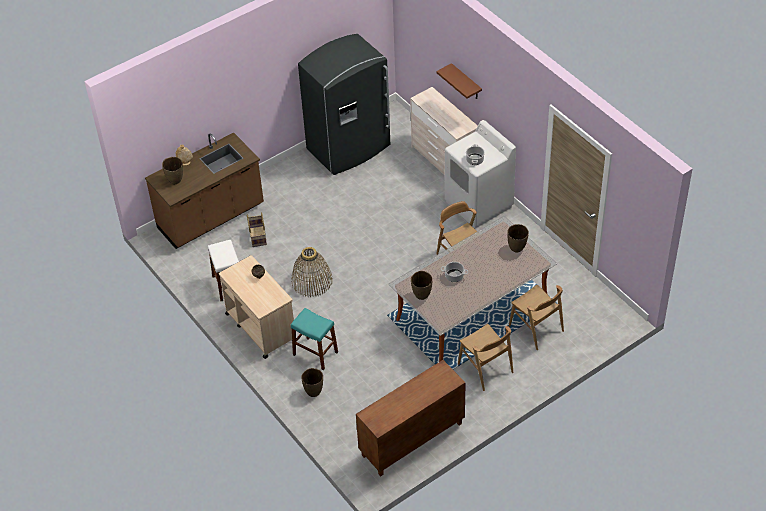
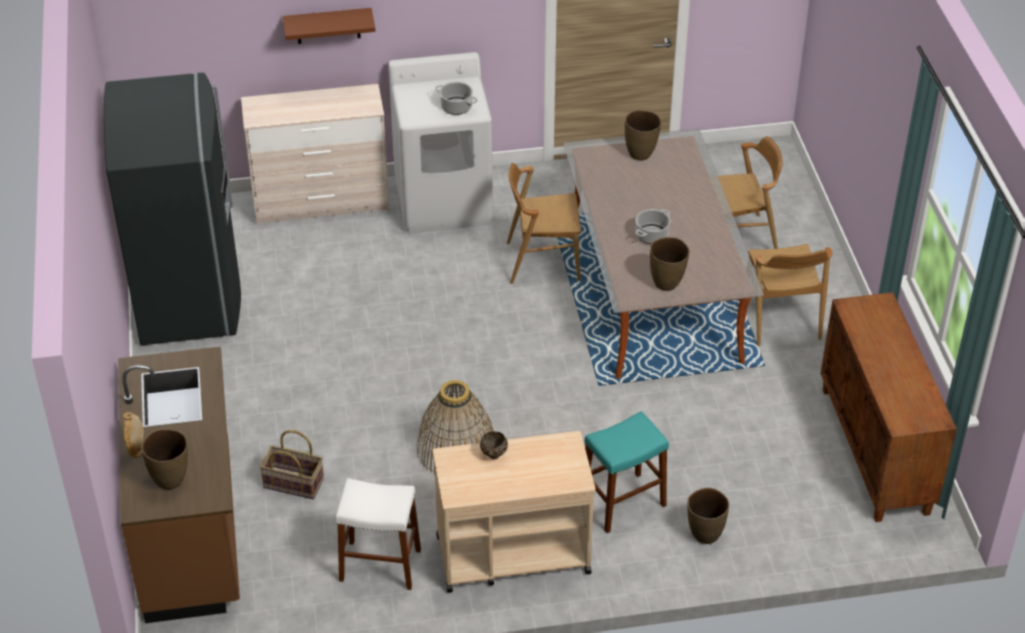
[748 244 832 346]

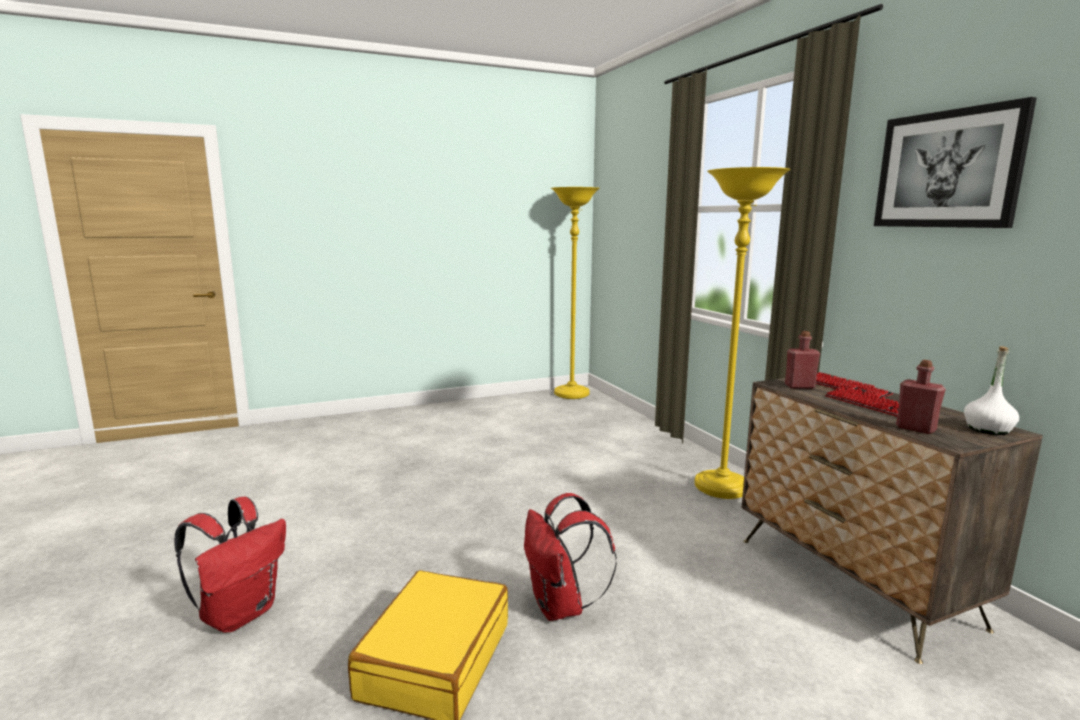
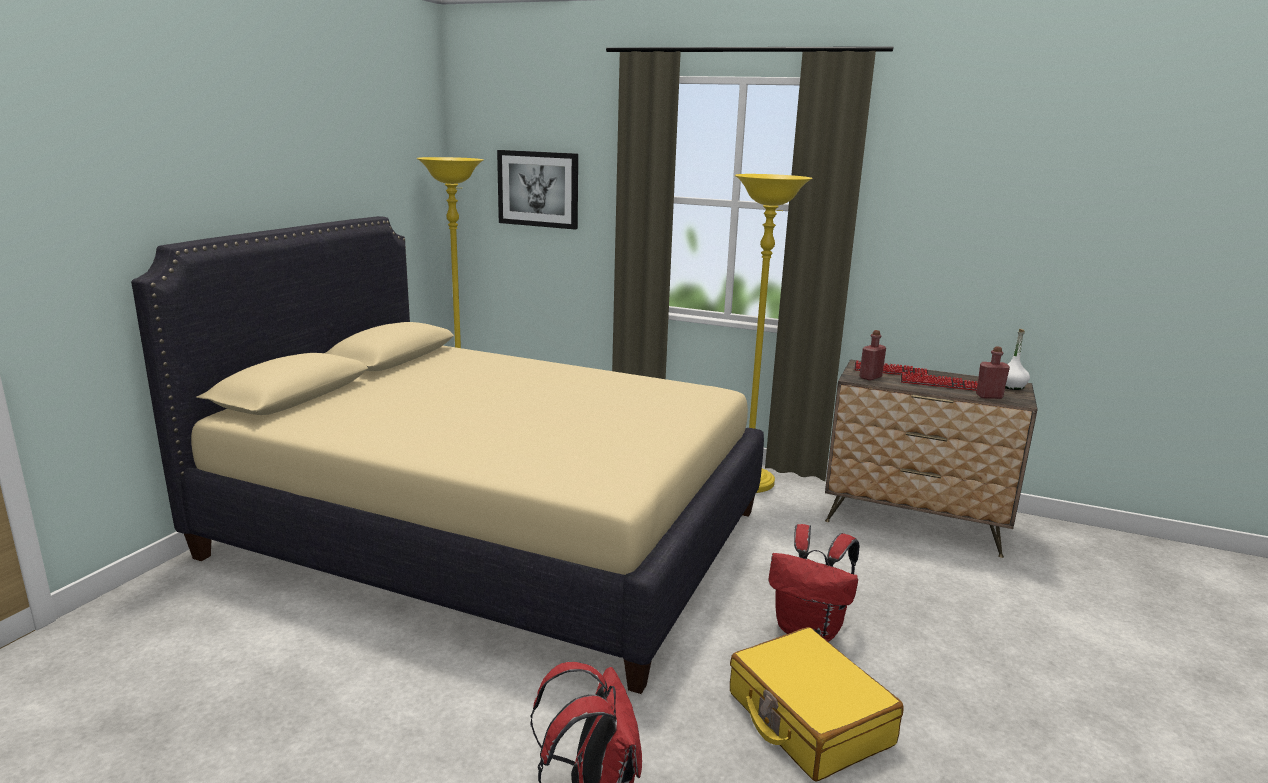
[131 216 764 694]
[497 150 578 230]

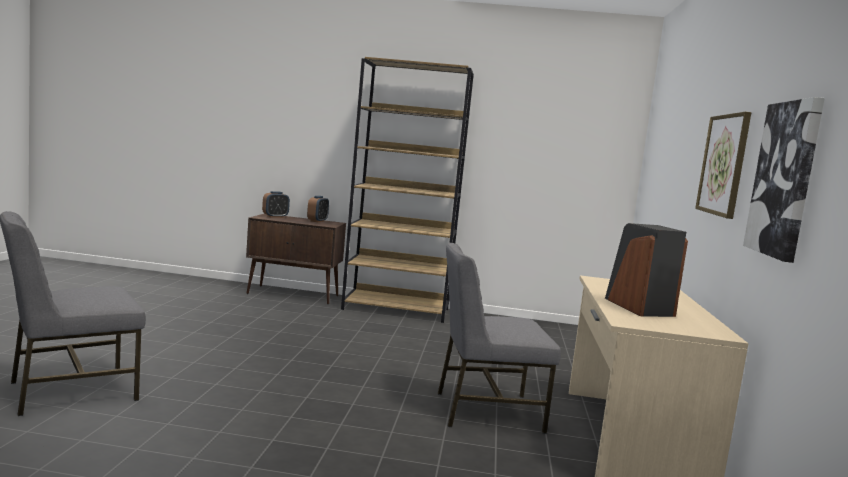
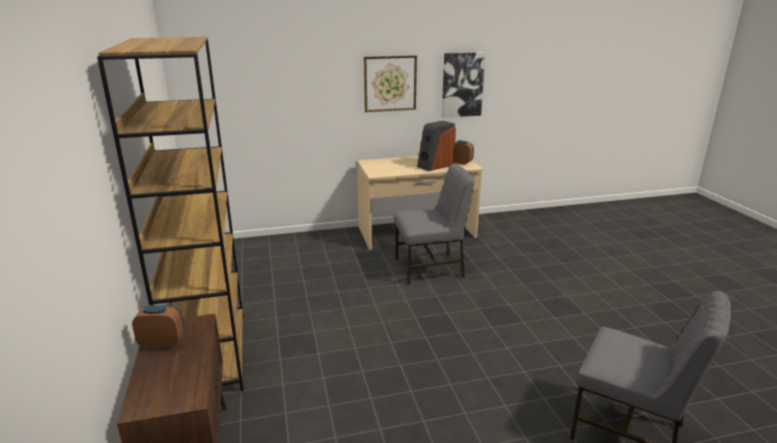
[454 140 474 165]
[394 164 475 285]

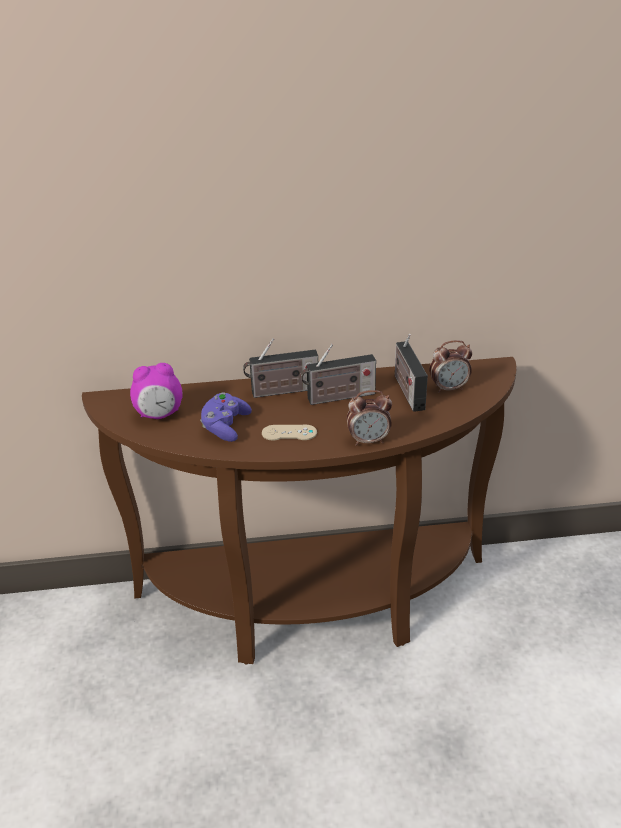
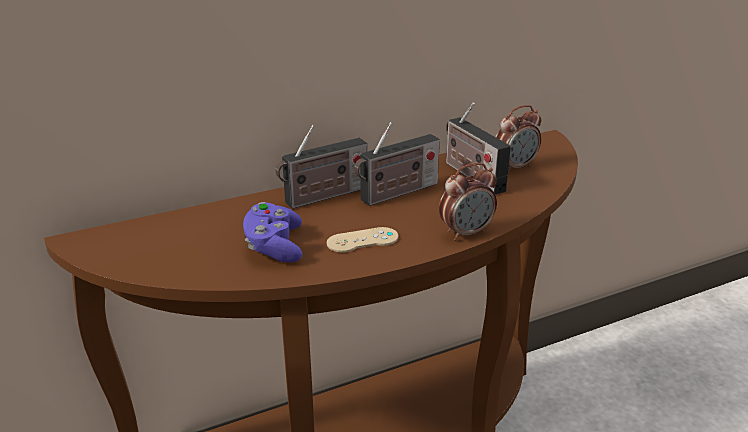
[130 363 183 419] (first image)

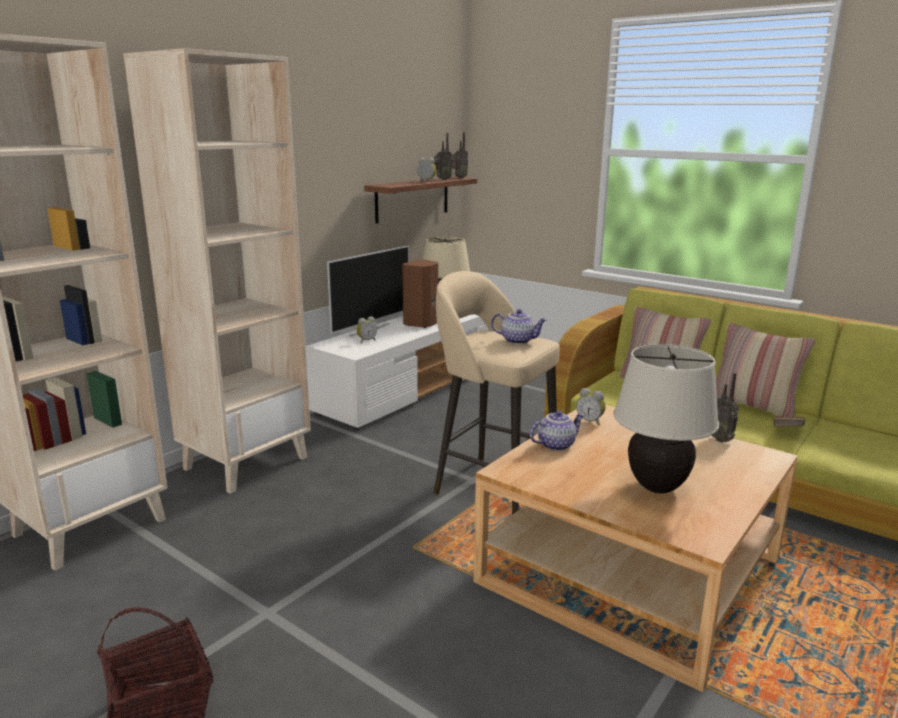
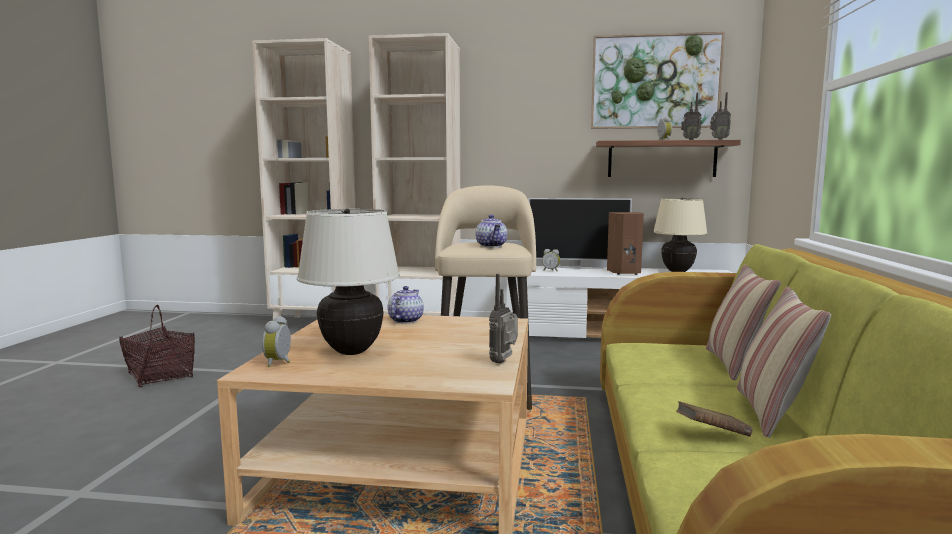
[591 32 725 129]
[262 316 291 367]
[388 286 424 323]

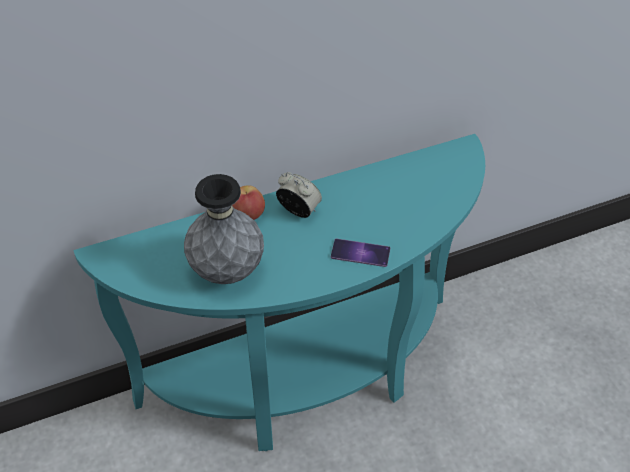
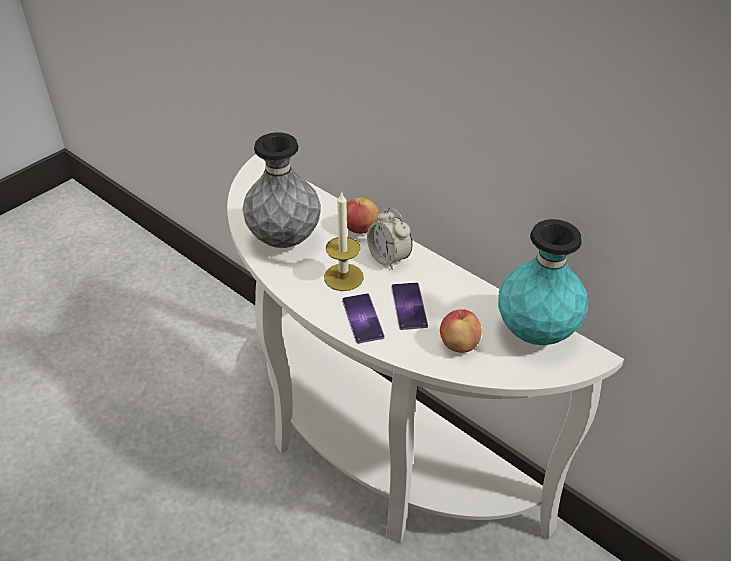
[324 191 364 291]
[391 283 428 330]
[440 309 482 353]
[498 219 588 345]
[227 155 624 543]
[367 207 412 270]

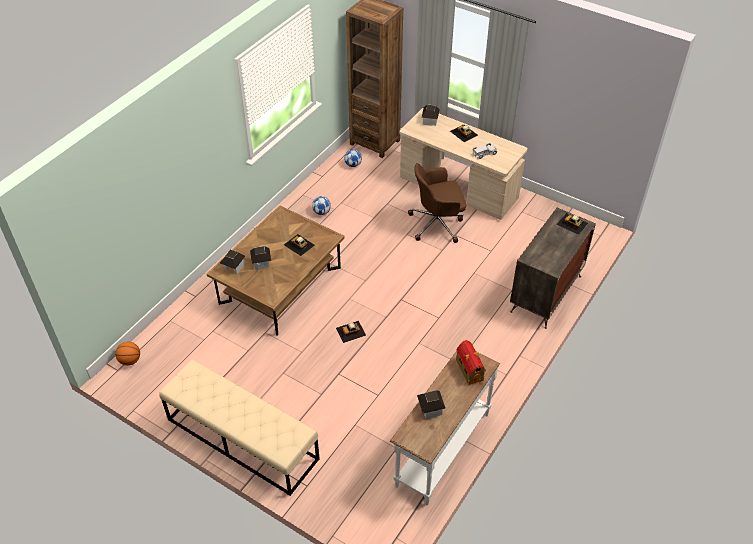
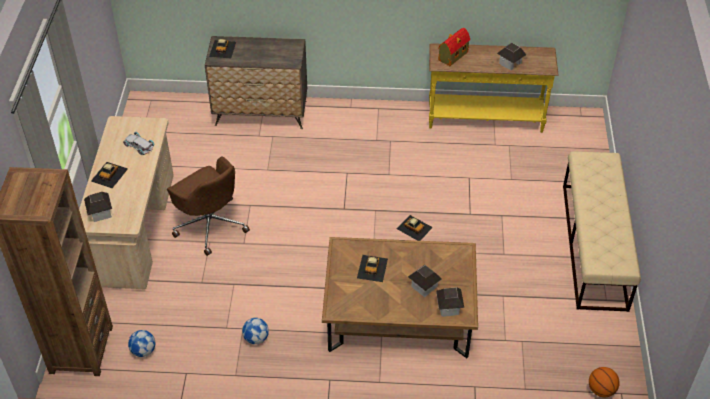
[429 43 559 133]

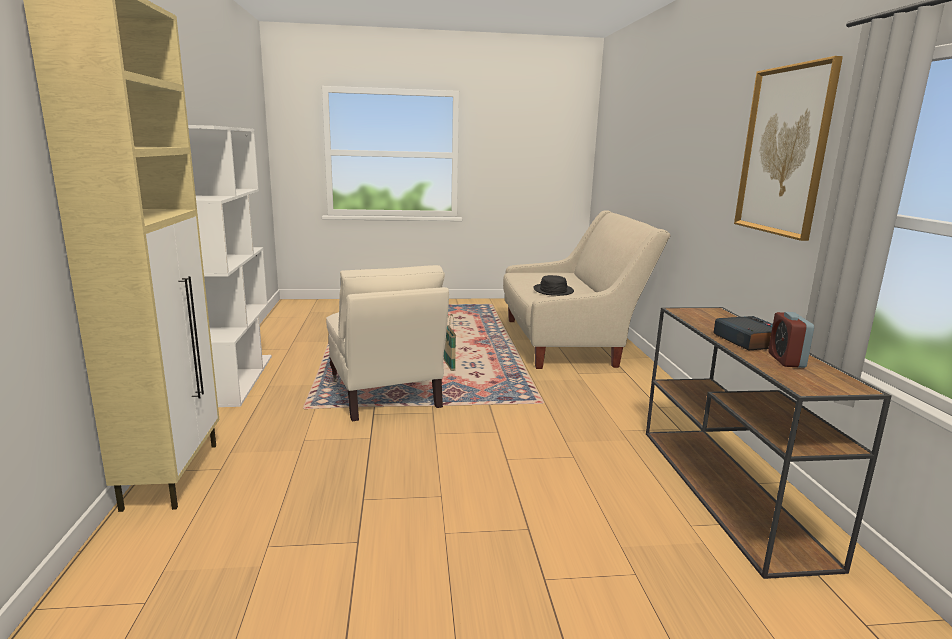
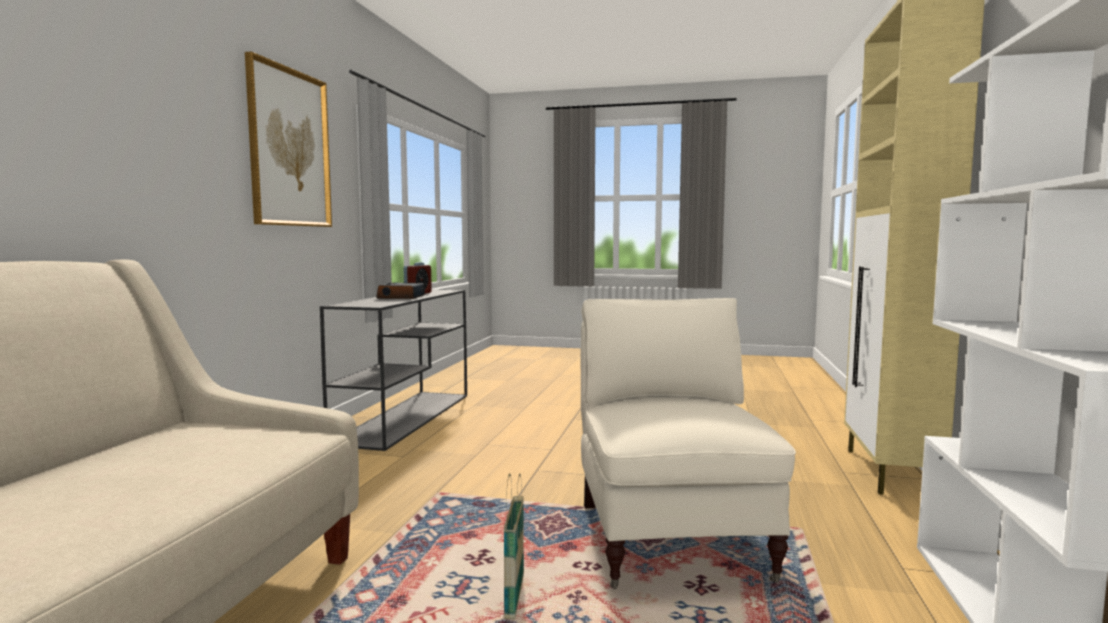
[533 275 574 296] (first image)
[320 289 467 451]

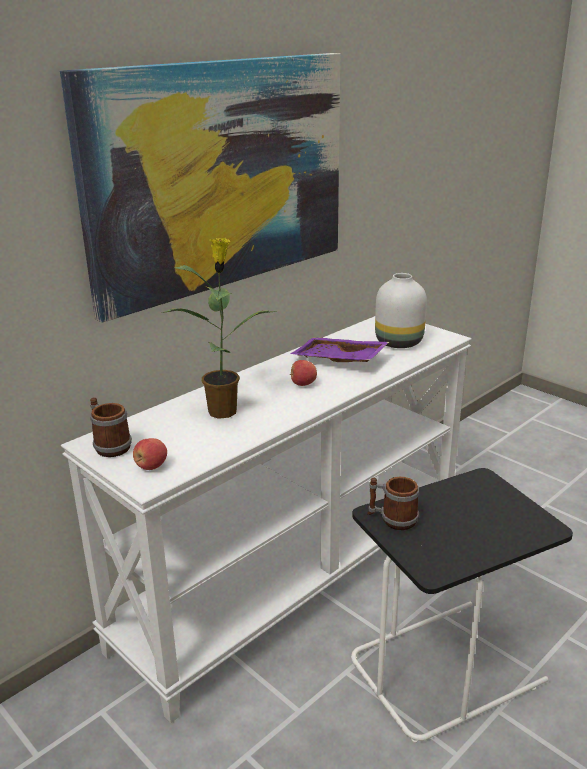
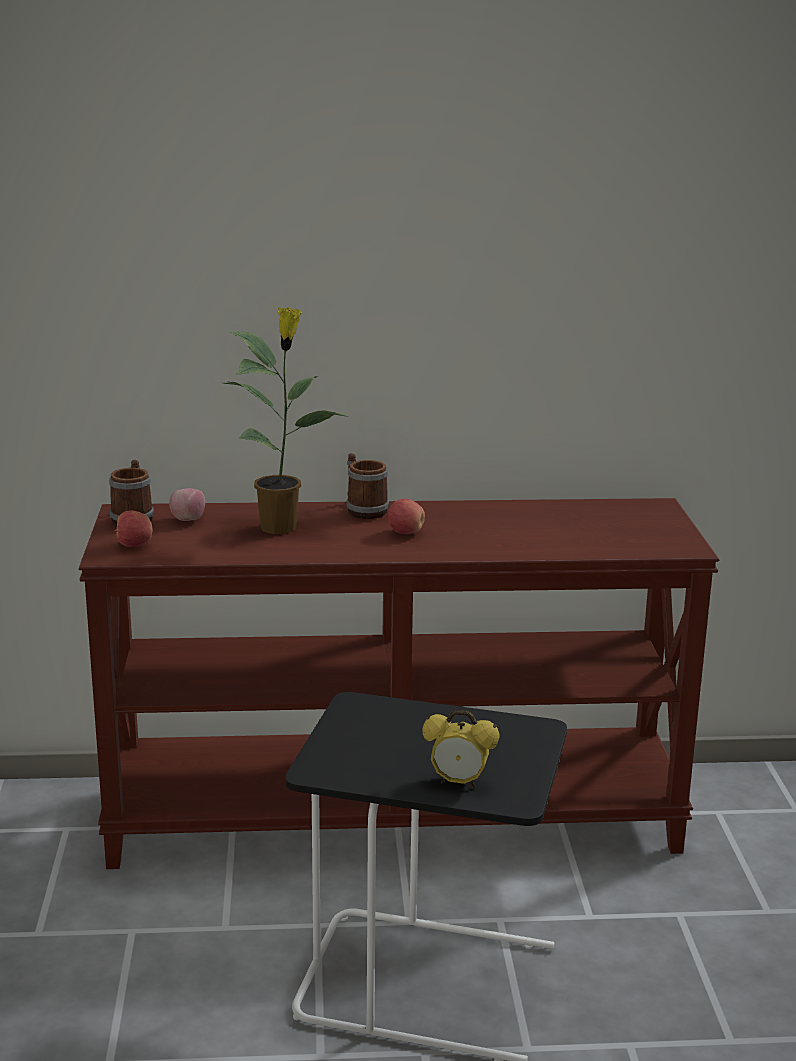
[60 53 340 323] (first image)
[290 338 389 362] (first image)
[375 273 427 348] (first image)
[169 488 205 521]
[422 710 500 788]
[346 453 389 519]
[79 498 719 869]

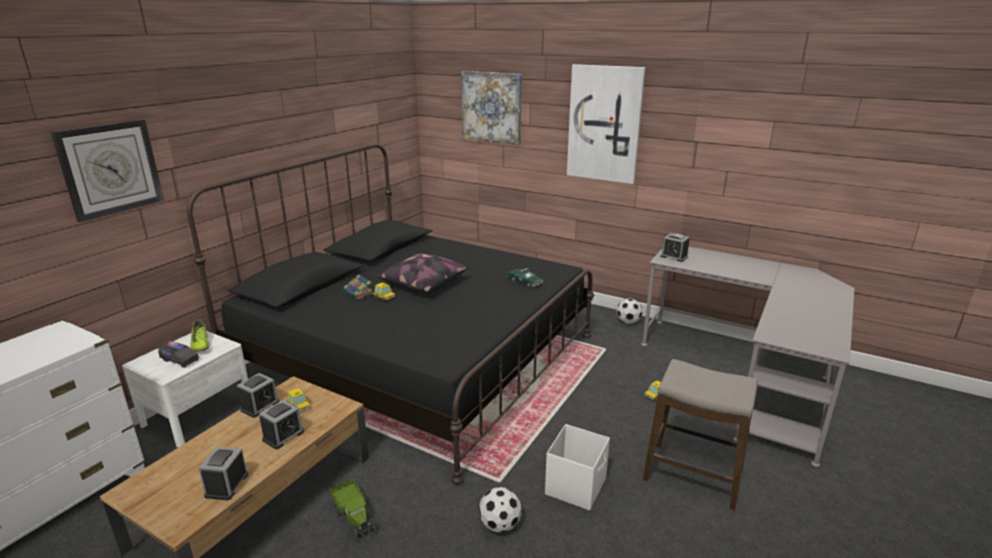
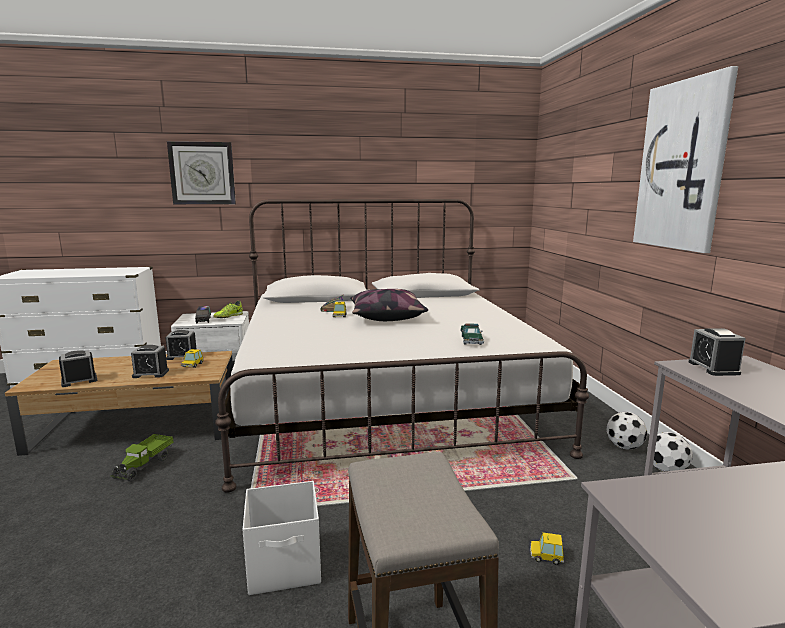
[461 71 522 145] (first image)
[607 412 647 450]
[215 199 589 492]

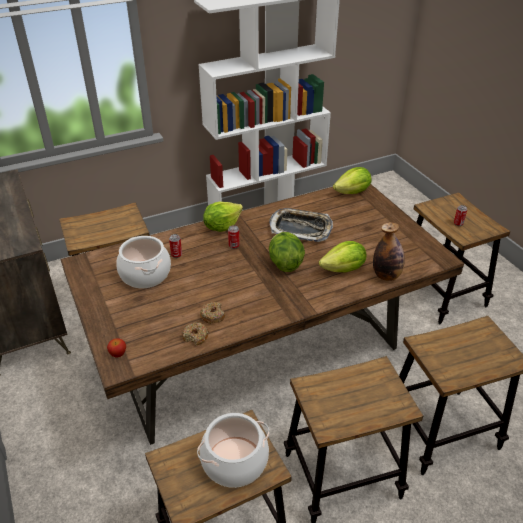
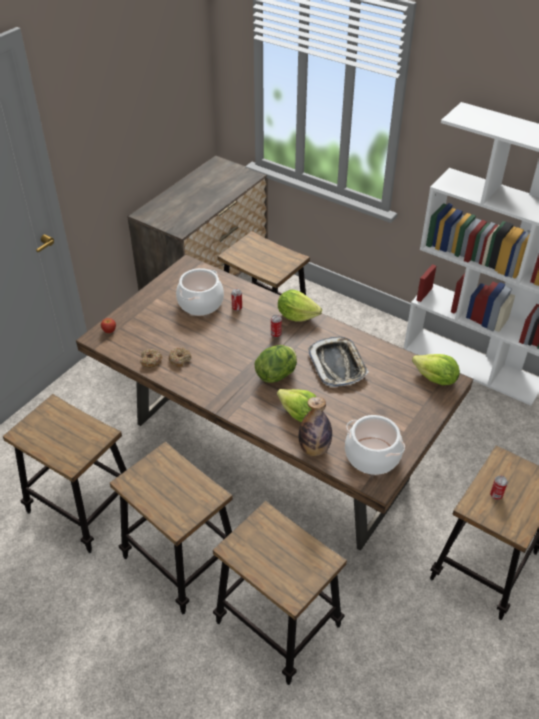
[345 415 405 475]

